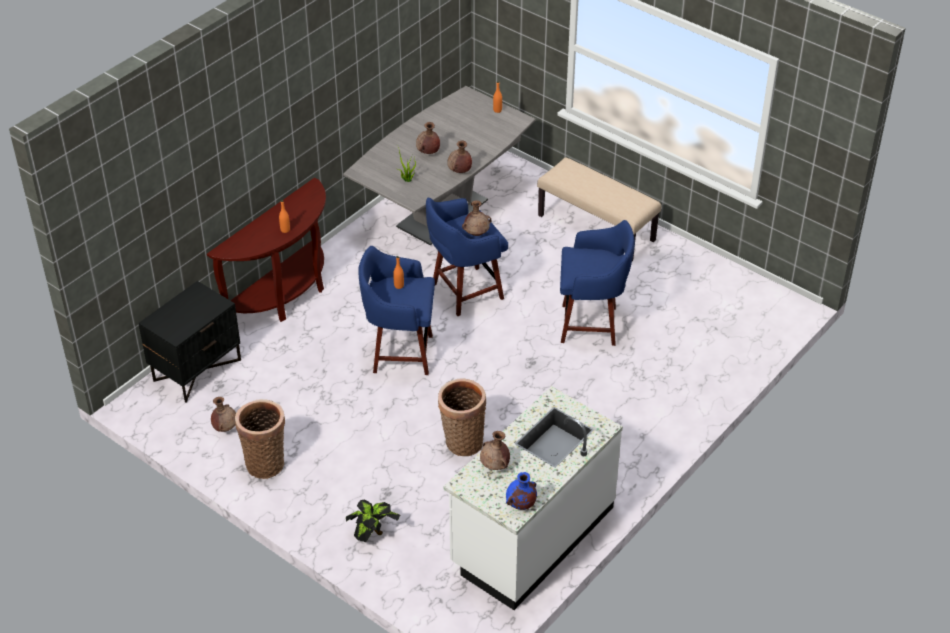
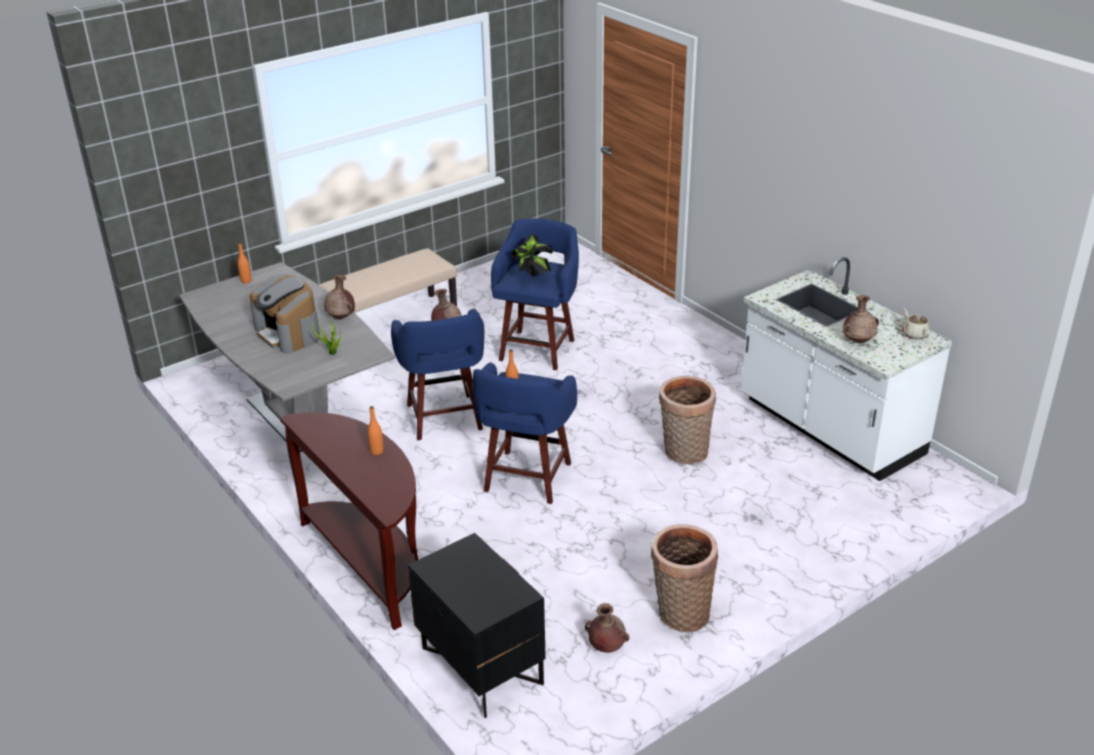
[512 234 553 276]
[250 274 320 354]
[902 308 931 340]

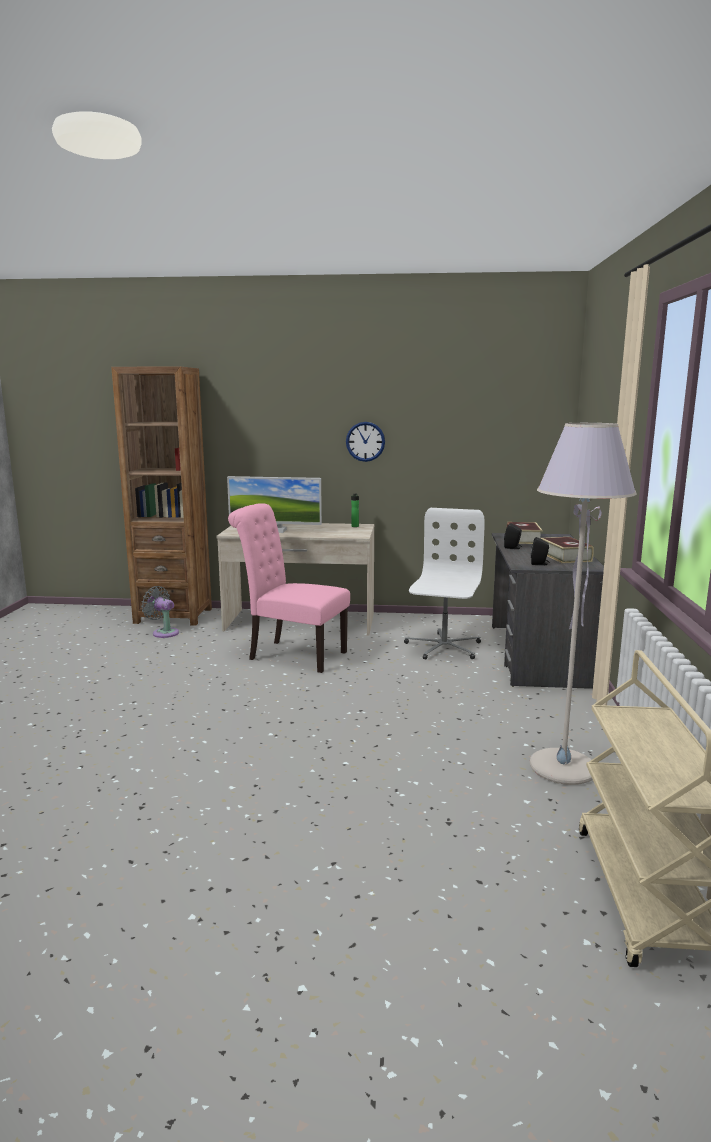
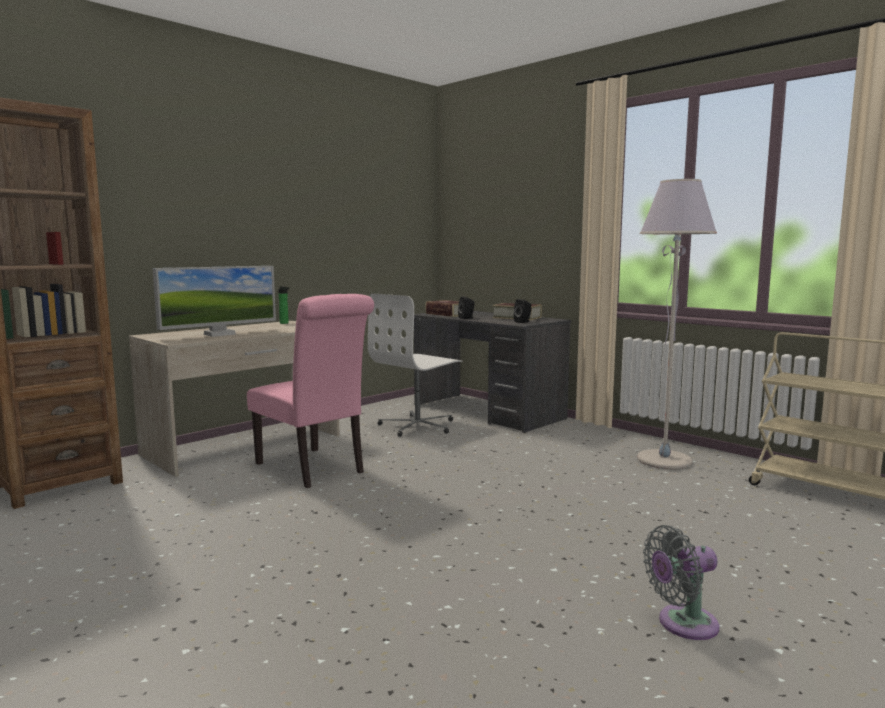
[346 422 385 462] (first image)
[643 525 719 640]
[247 294 374 488]
[368 293 463 437]

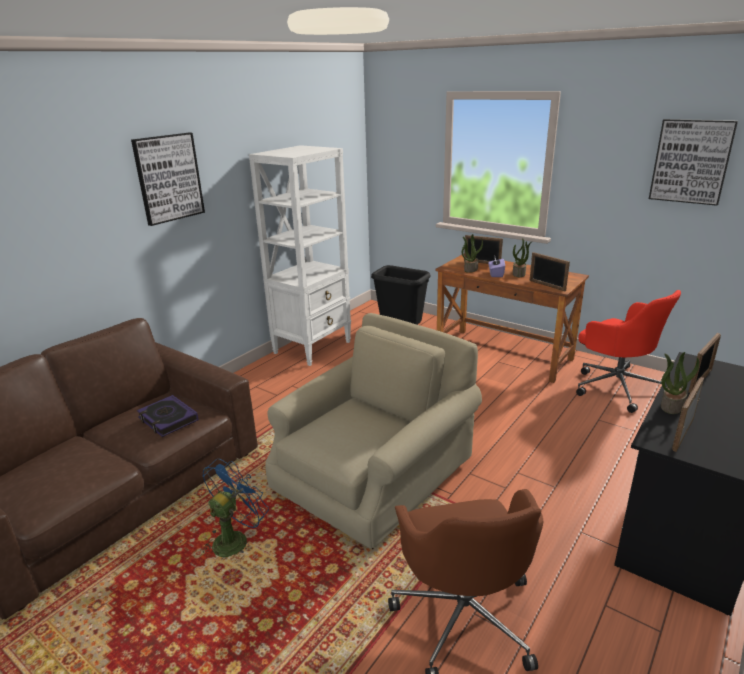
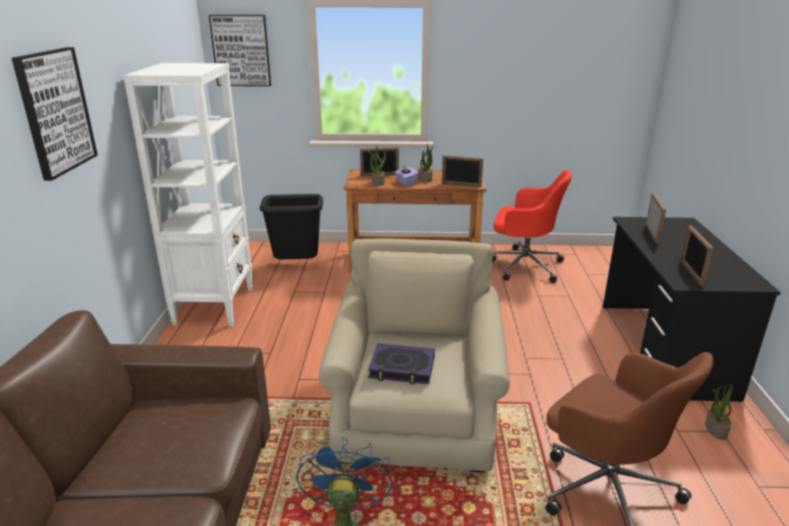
[368 343 435 384]
[209 15 271 86]
[705 384 733 440]

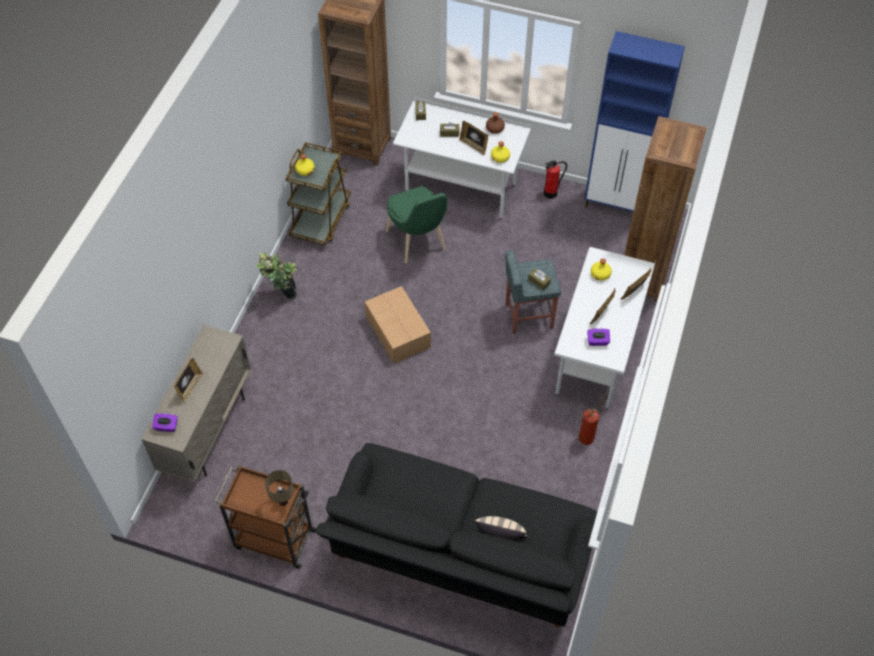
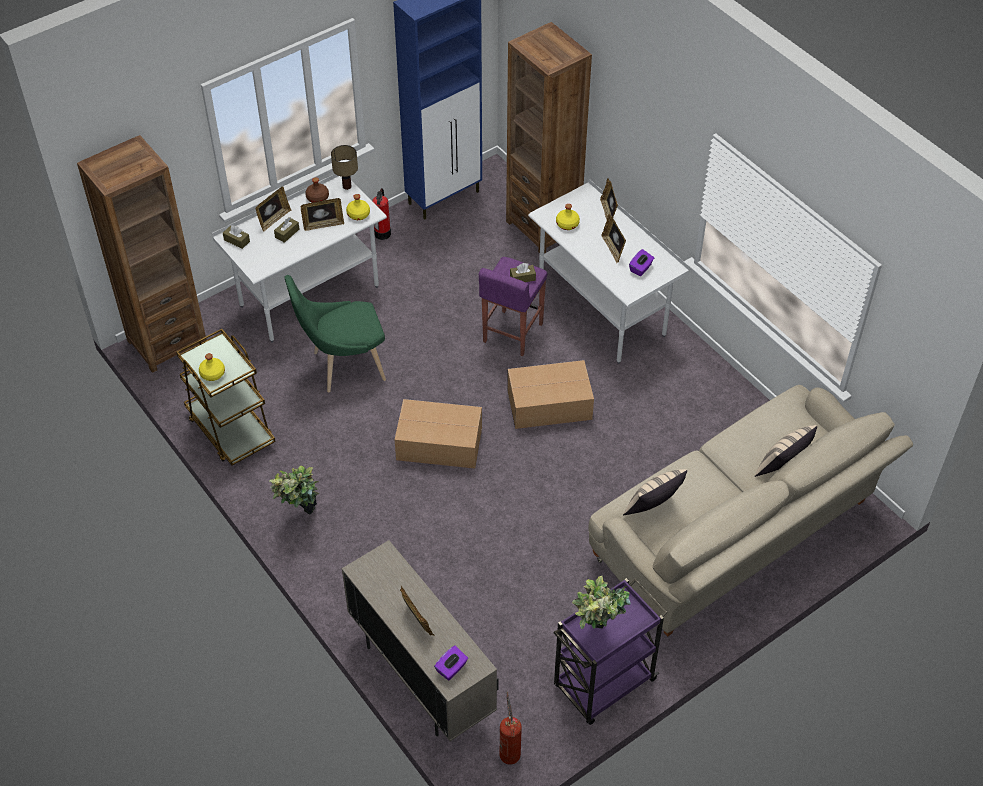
[255 186 291 232]
[507 360 594 429]
[572 576 631 629]
[623 469 687 515]
[331 145 358 190]
[500 692 522 765]
[553 578 668 725]
[588 385 913 637]
[479 257 548 356]
[284 275 386 392]

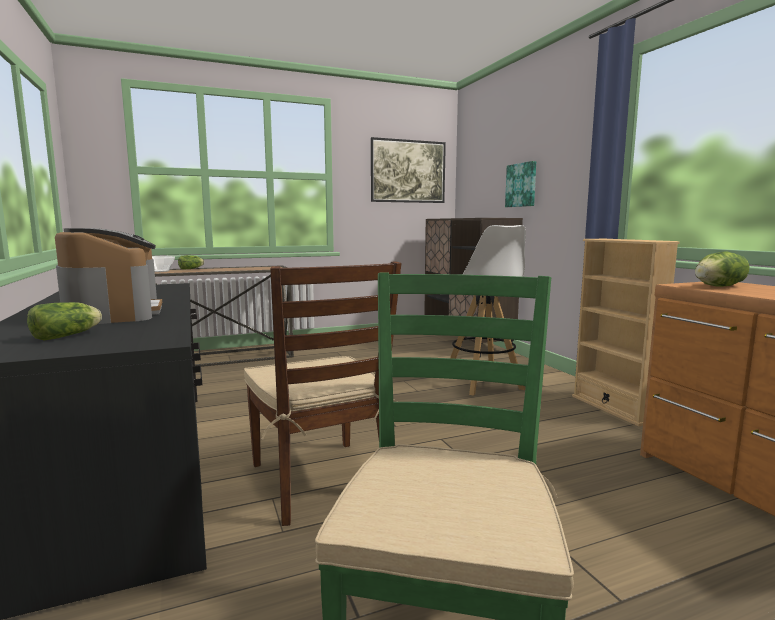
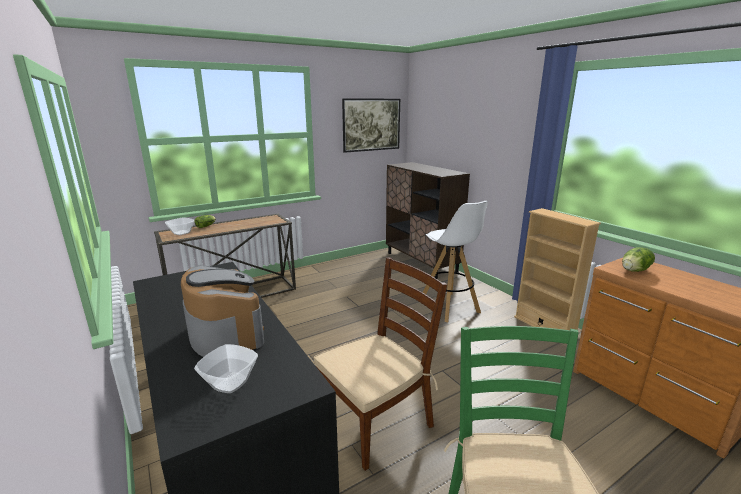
[505 161 536 207] (first image)
[194 344 258 393]
[314 257 447 471]

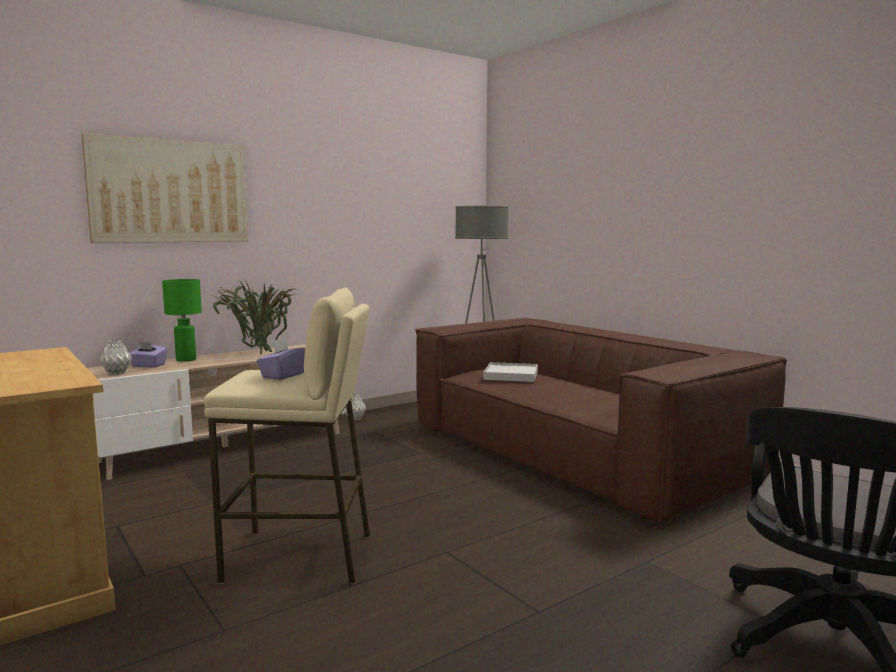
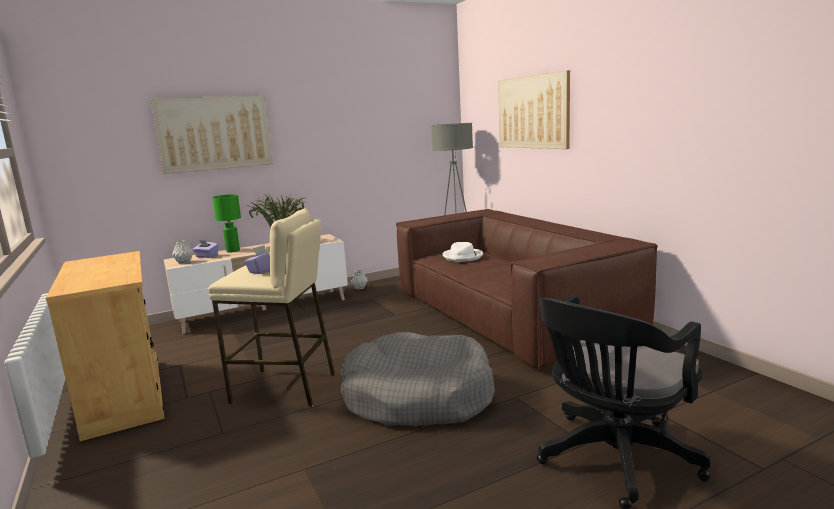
[341 332 495 426]
[498 70 570 149]
[443 242 483 262]

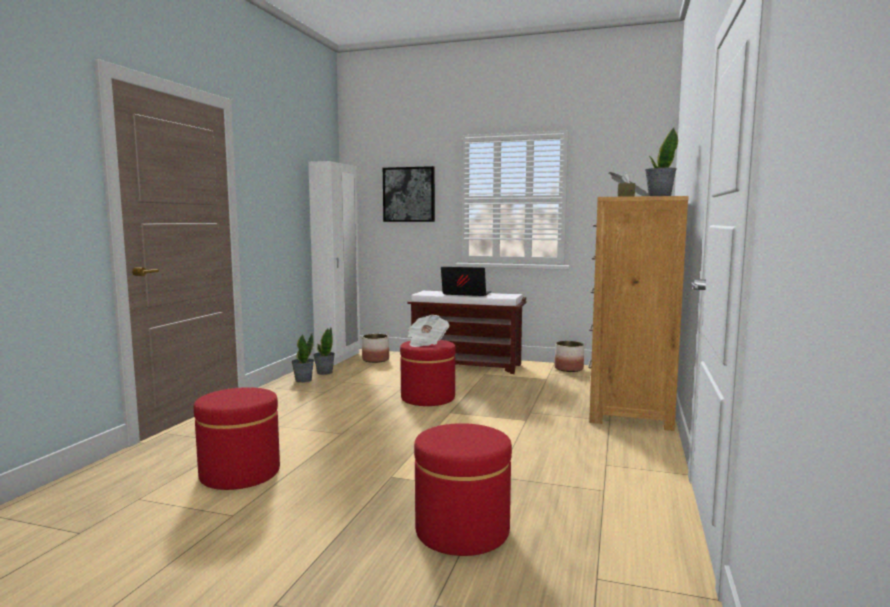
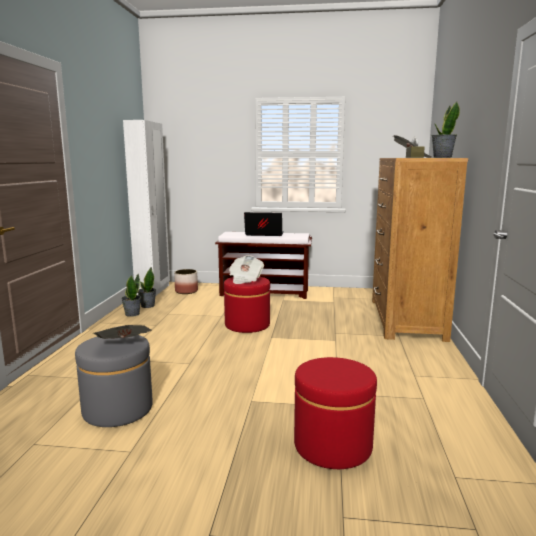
[383 166 435 222] (first image)
[555 341 584 372] (first image)
[93 325 151 339]
[75 335 153 427]

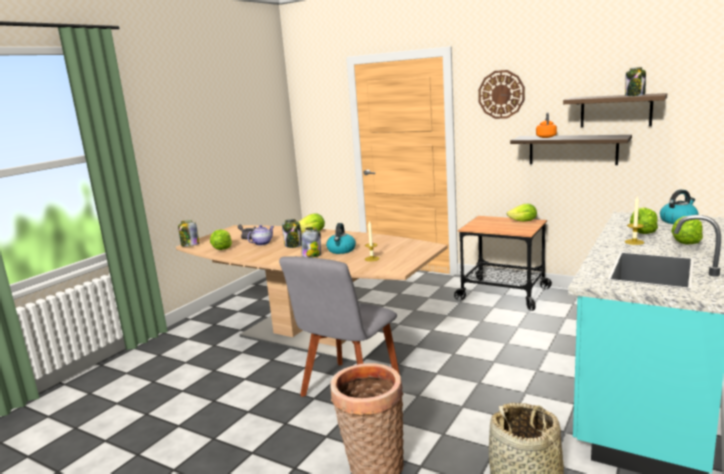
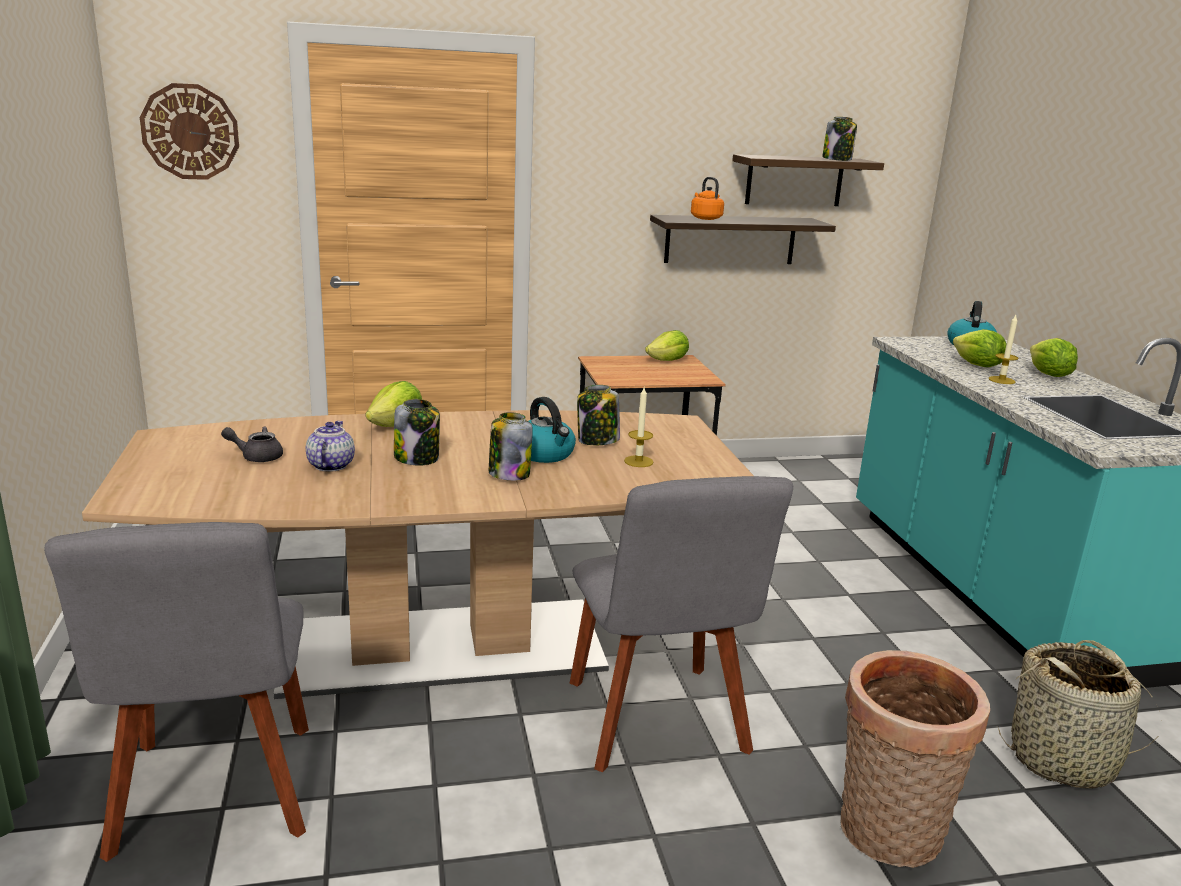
[210 229 232 250] (first image)
[44 522 309 862]
[577 385 620 445]
[140 83 239 180]

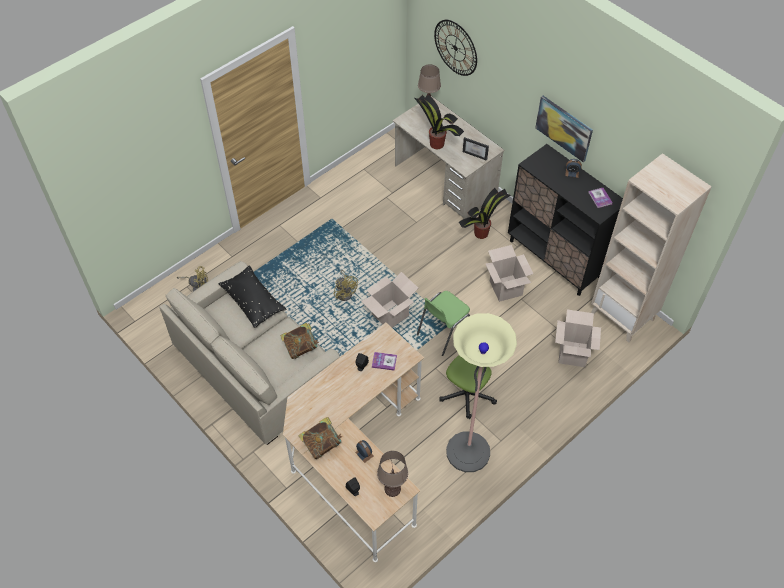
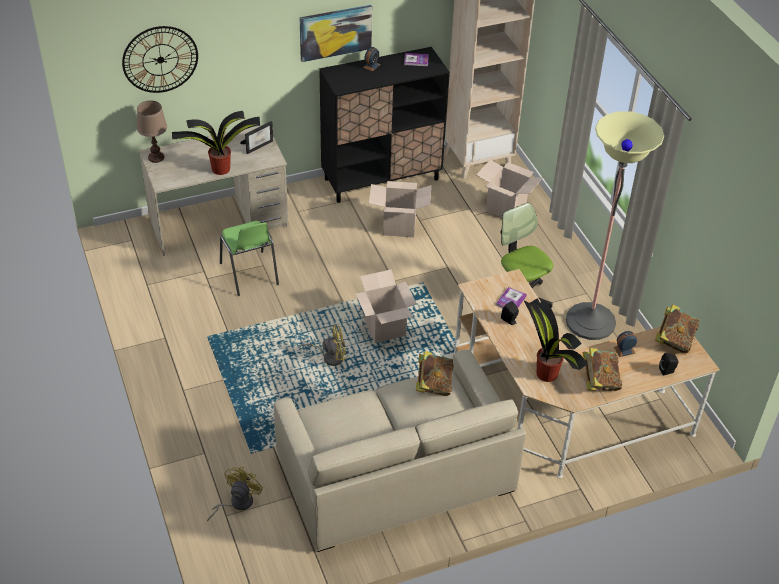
[219 266 286 328] (first image)
[220 221 279 296]
[523 298 587 382]
[655 304 699 353]

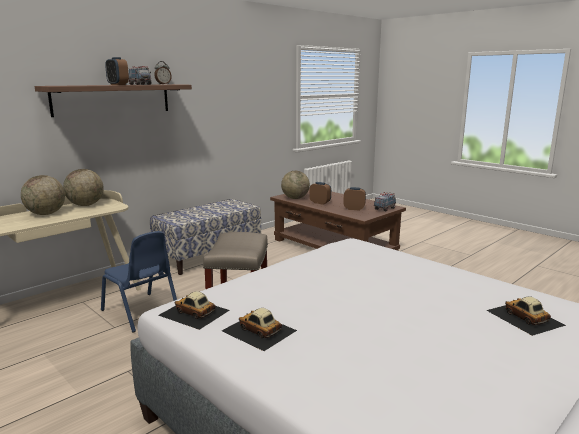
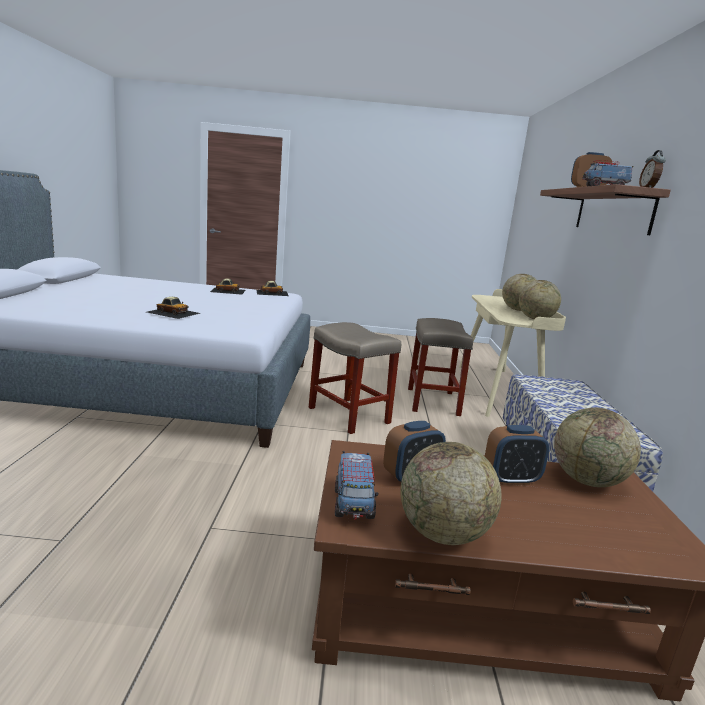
[400 442 502 545]
[147 297 200 319]
[408 318 473 416]

